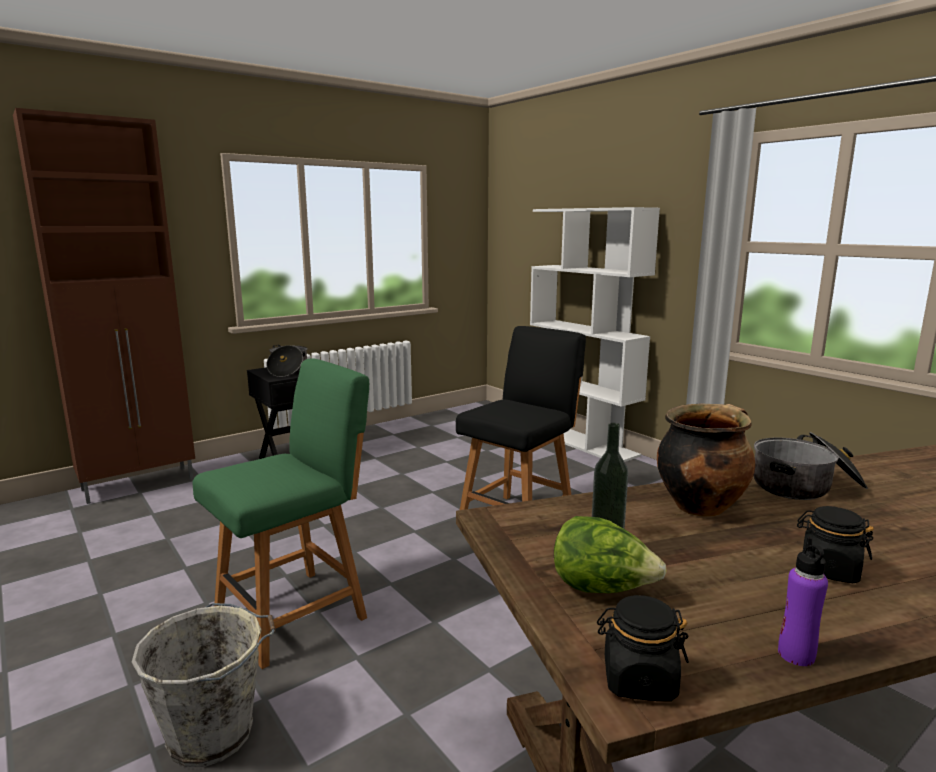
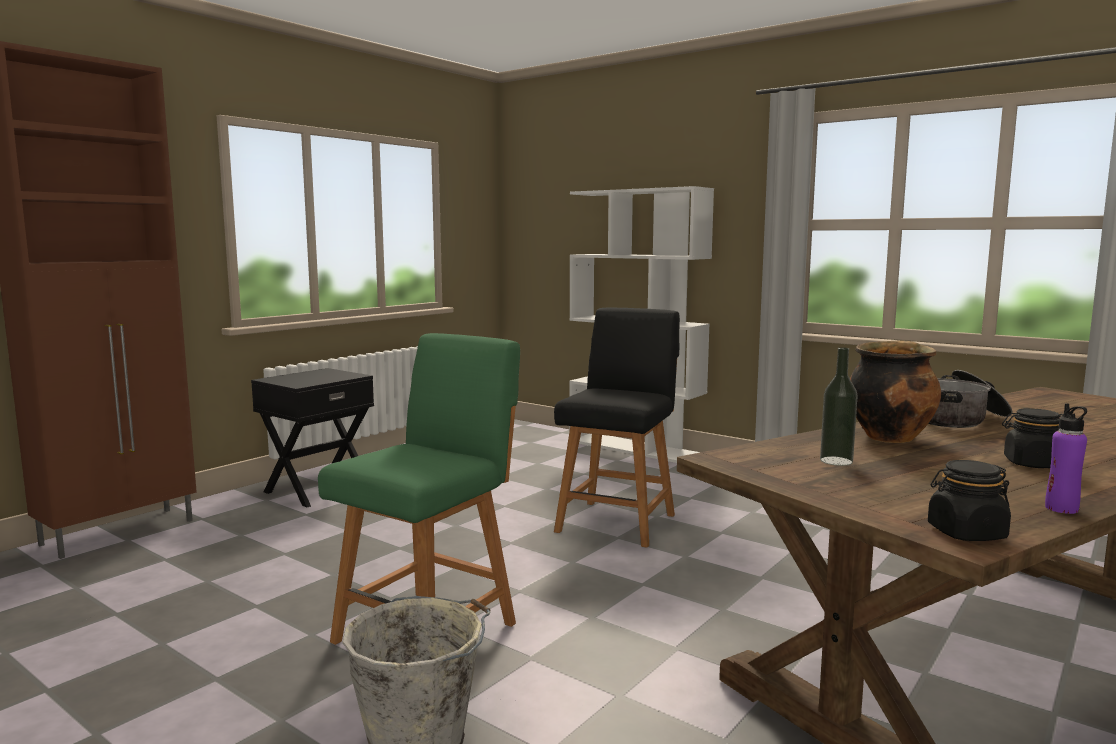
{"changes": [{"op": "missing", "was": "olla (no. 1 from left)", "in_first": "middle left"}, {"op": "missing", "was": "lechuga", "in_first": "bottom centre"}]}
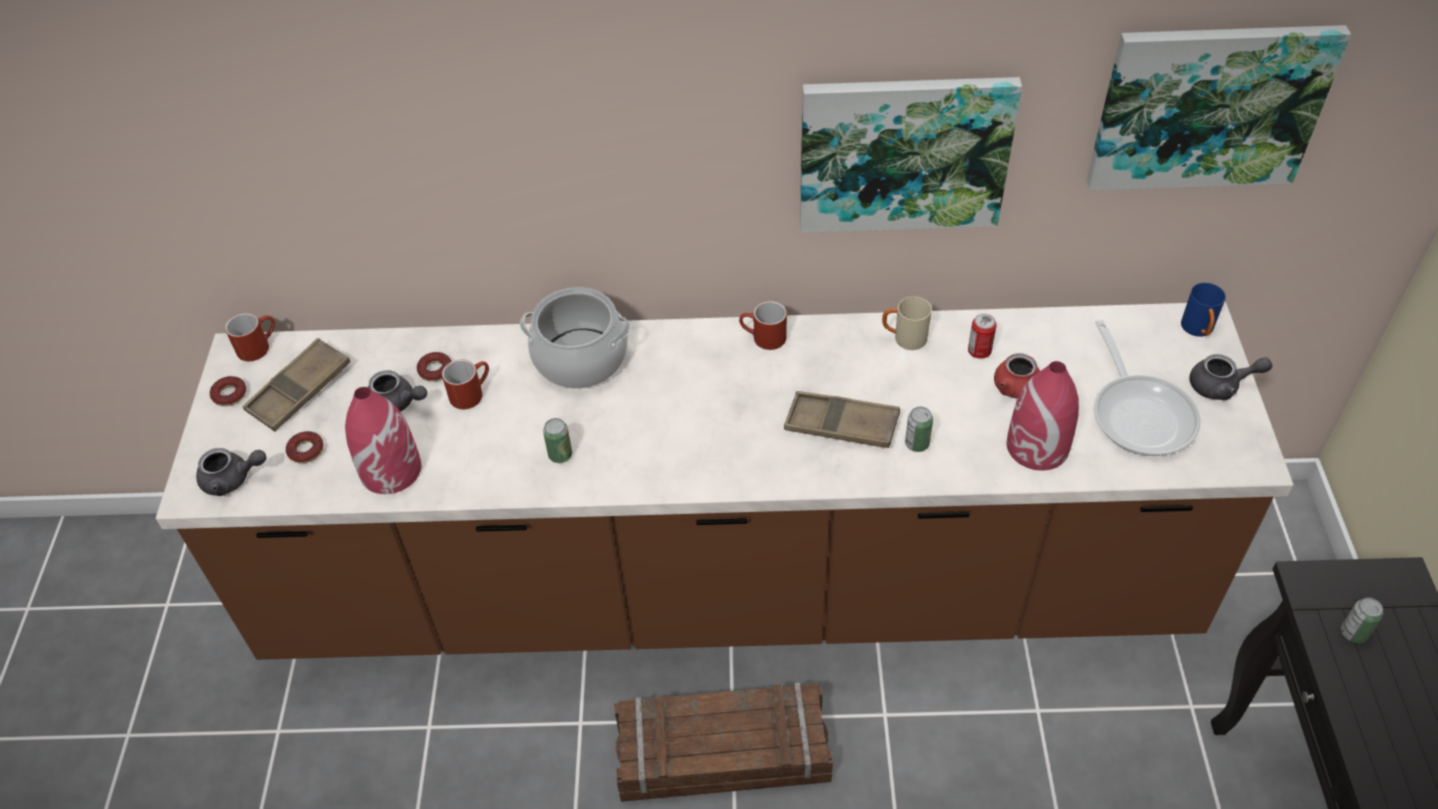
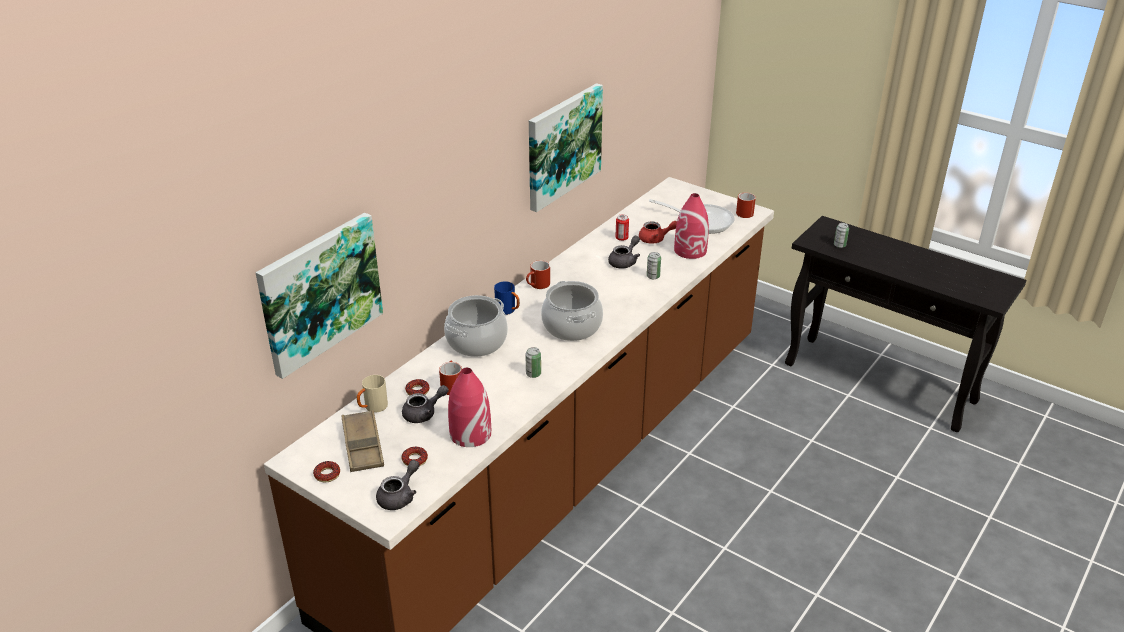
{"changes": [{"op": "relocated", "was": "taza grande/rojo (no. 1 from left in the first image)", "now": "taza grande/rojo (no. 3 from left)", "in_first": "middle left", "in_second": "top centre"}, {"op": "missing", "was": "caja de embalaje", "in_first": "bottom centre"}, {"op": "missing", "was": "bandeja/marrón (no. 2 from left)", "in_first": "centre"}, {"op": "relocated", "was": "taza grande/beis", "in_first": "centre", "in_second": "middle left"}, {"op": "relocated", "was": "cuadro (no. 2 from left in the first image)", "now": "cuadro (no. 1 from left)", "in_first": "top right", "in_second": "middle left"}, {"op": "relocated", "was": "taza grande/azul", "in_first": "middle right", "in_second": "centre"}, {"op": "relocated", "was": "tetera/gris (no. 3 from left)", "in_first": "middle right", "in_second": "centre"}, {"op": "appeared", "now": "olla (no. 2 from left)", "in_second": "centre"}]}
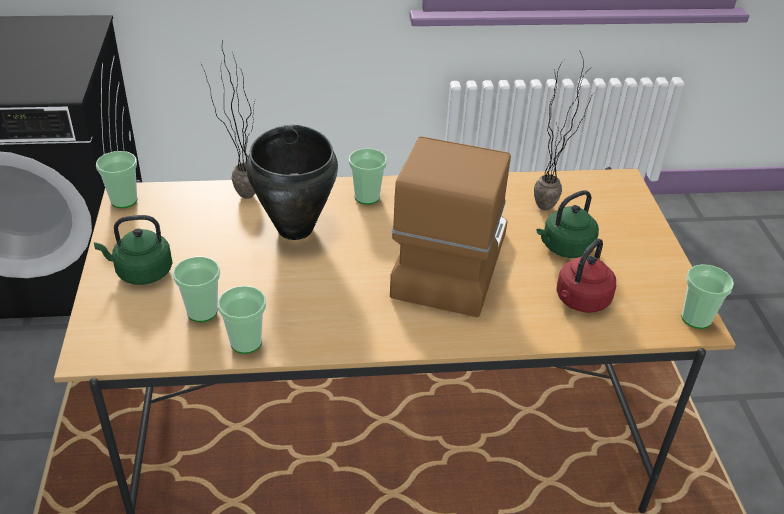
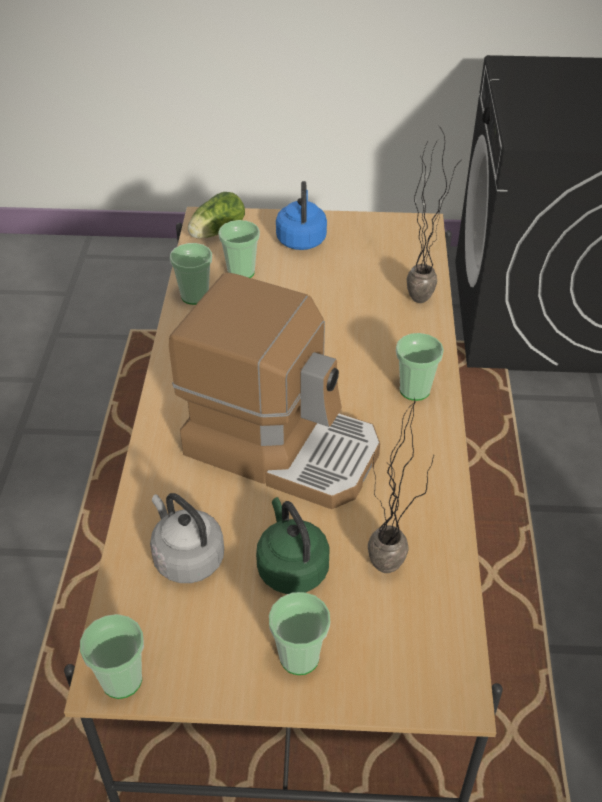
{"changes": [{"op": "colour", "was": "hervidor/verde (no. 1 from left)", "now": "hervidor/azul", "in_first": "middle left", "in_second": "top centre"}, {"op": "relocated", "was": "taza (no. 1 from left in the first image)", "now": "taza (no. 4 from left)", "in_first": "middle left", "in_second": "bottom centre"}, {"op": "missing", "was": "olla/negro", "in_first": "centre"}, {"op": "colour", "was": "hervidor/rojo", "now": "hervidor/gris", "in_first": "middle right", "in_second": "bottom left"}, {"op": "appeared", "now": "lechuga", "in_second": "top centre"}]}
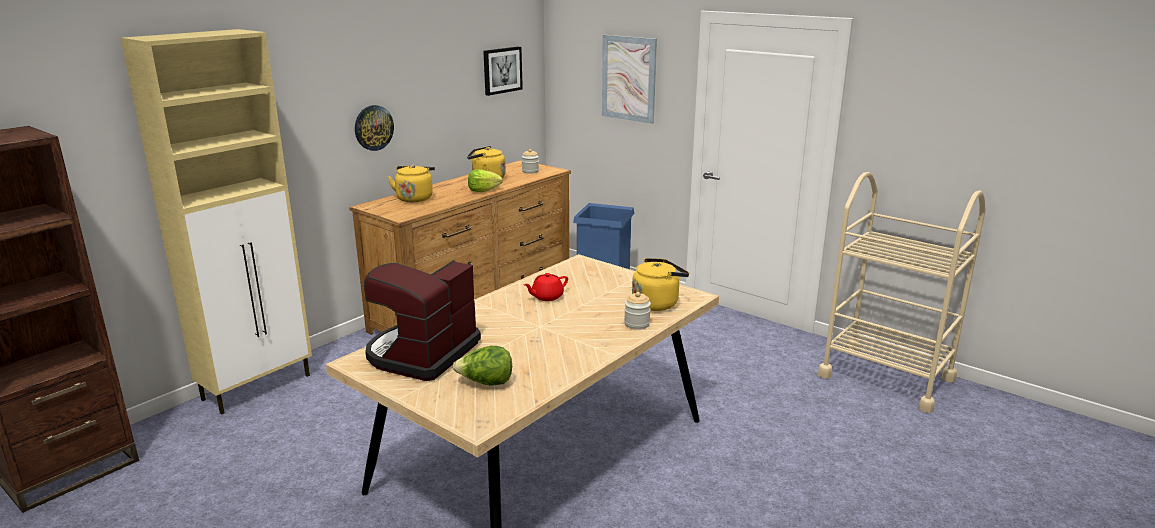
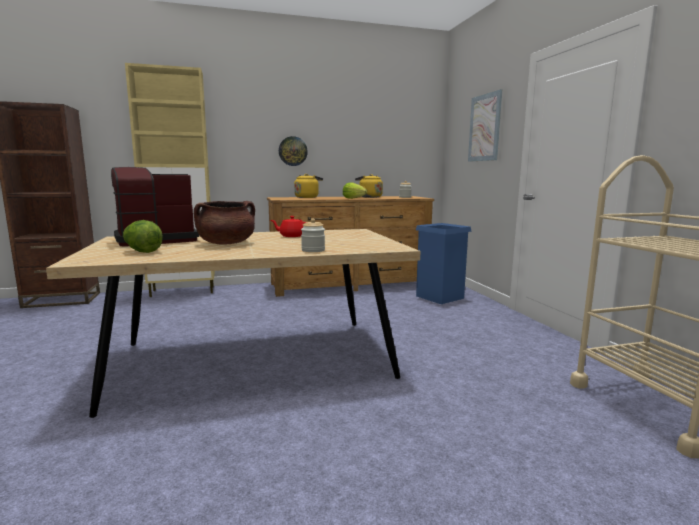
{"changes": [{"op": "missing", "was": "cuadro (no. 1 from left)", "in_first": "top centre"}, {"op": "missing", "was": "hervidor/amarillo (no. 3 from left)", "in_first": "centre"}, {"op": "appeared", "now": "olla/marrón", "in_second": "middle left"}]}
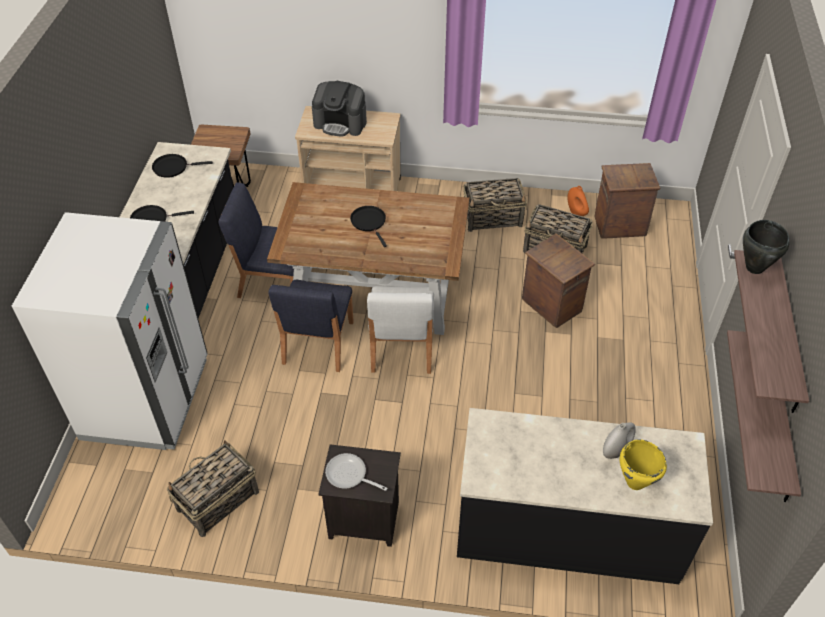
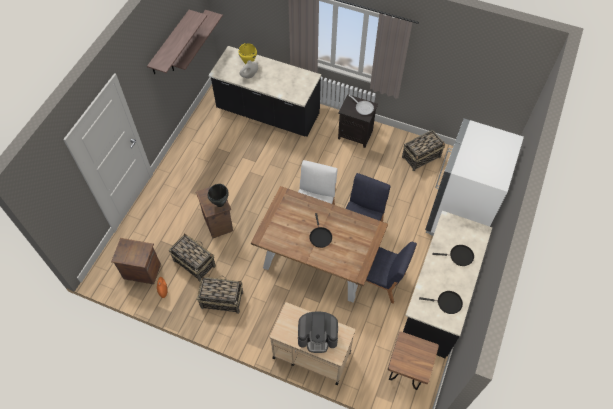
{"changes": [{"op": "spun", "was": "cafetera", "in_first": "top centre", "in_second": "bottom centre", "clockwise": 150}, {"op": "relocated", "was": "olla/negro", "in_first": "middle right", "in_second": "centre"}]}
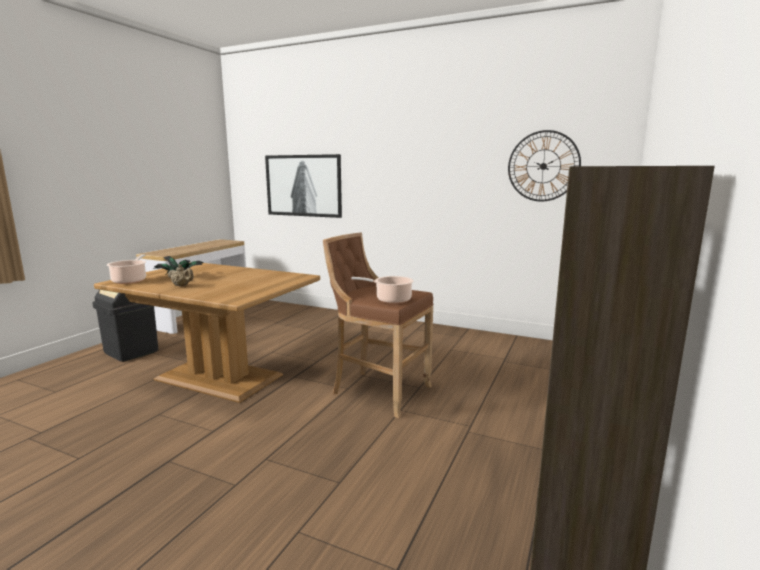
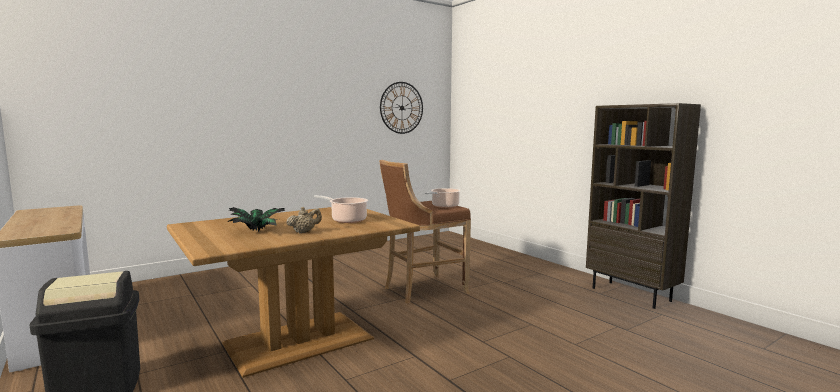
{"changes": [{"op": "relocated", "was": "olla (no. 1 from left)", "in_first": "middle left", "in_second": "centre"}, {"op": "missing", "was": "cuadro", "in_first": "top centre"}]}
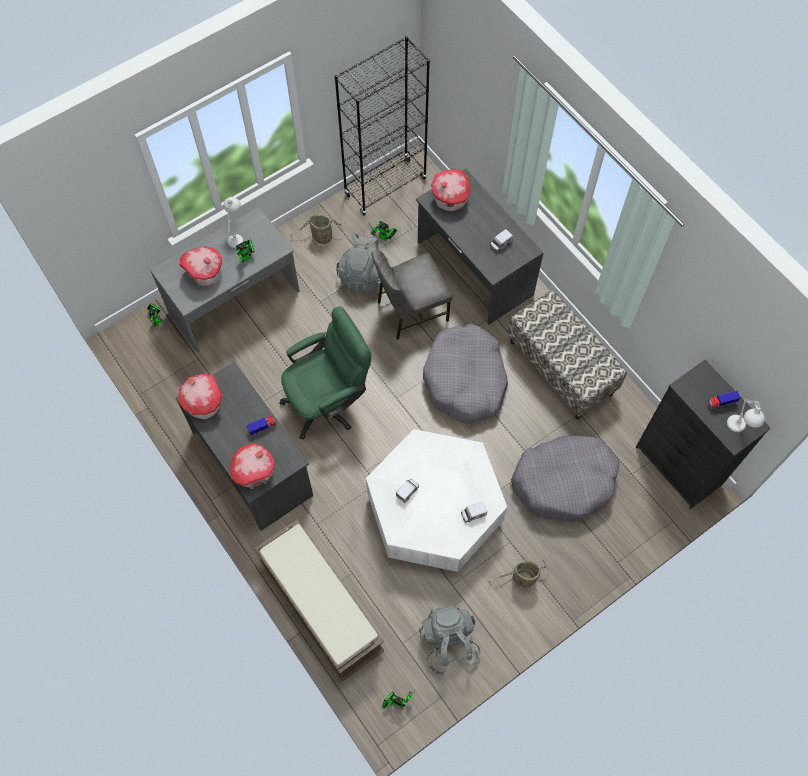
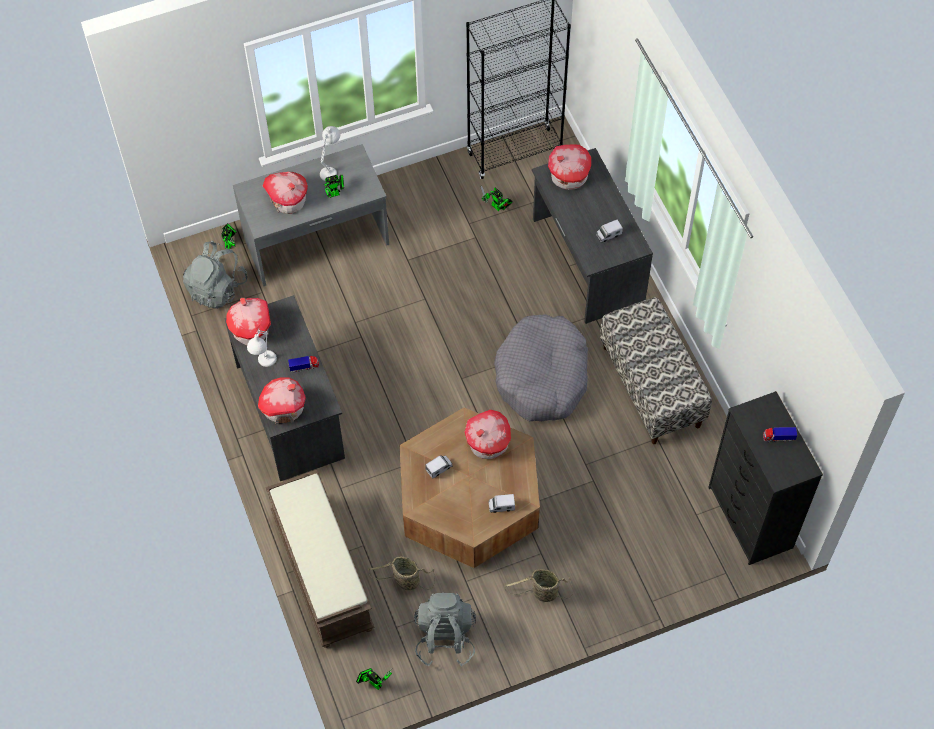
{"changes": [{"op": "missing", "was": "silla de oficina/verde", "in_first": "centre"}, {"op": "relocated", "was": "cesta (no. 1 from left)", "in_first": "top centre", "in_second": "bottom centre"}, {"op": "relocated", "was": "mochila/gris (no. 1 from left)", "in_first": "centre", "in_second": "middle left"}, {"op": "colour", "was": "mesa de centro/blanco", "now": "mesa de centro/marrón", "in_first": "centre", "in_second": "bottom centre"}, {"op": "missing", "was": "silla/gris", "in_first": "centre"}, {"op": "missing", "was": "cama para perro/gris (no. 2 from left)", "in_first": "middle right"}, {"op": "relocated", "was": "lámpara de mesa/blanco (no. 2 from left in the first image)", "now": "lámpara de mesa/blanco (no. 1 from left)", "in_first": "middle right", "in_second": "middle left"}, {"op": "appeared", "now": "casita (no. 4 from left)", "in_second": "centre"}]}
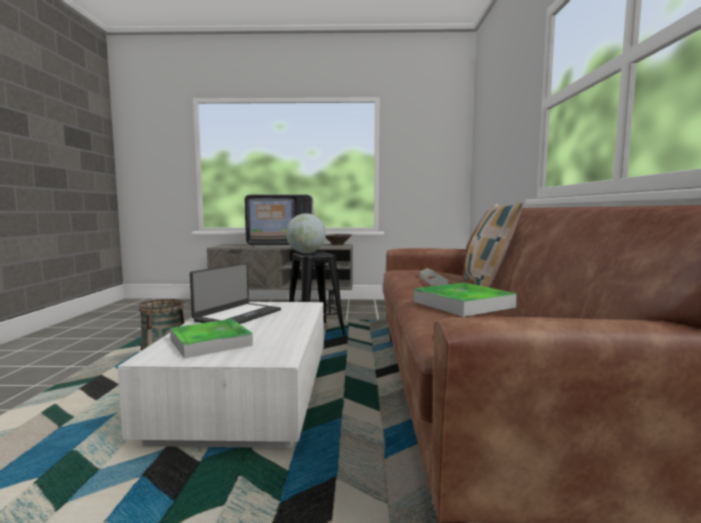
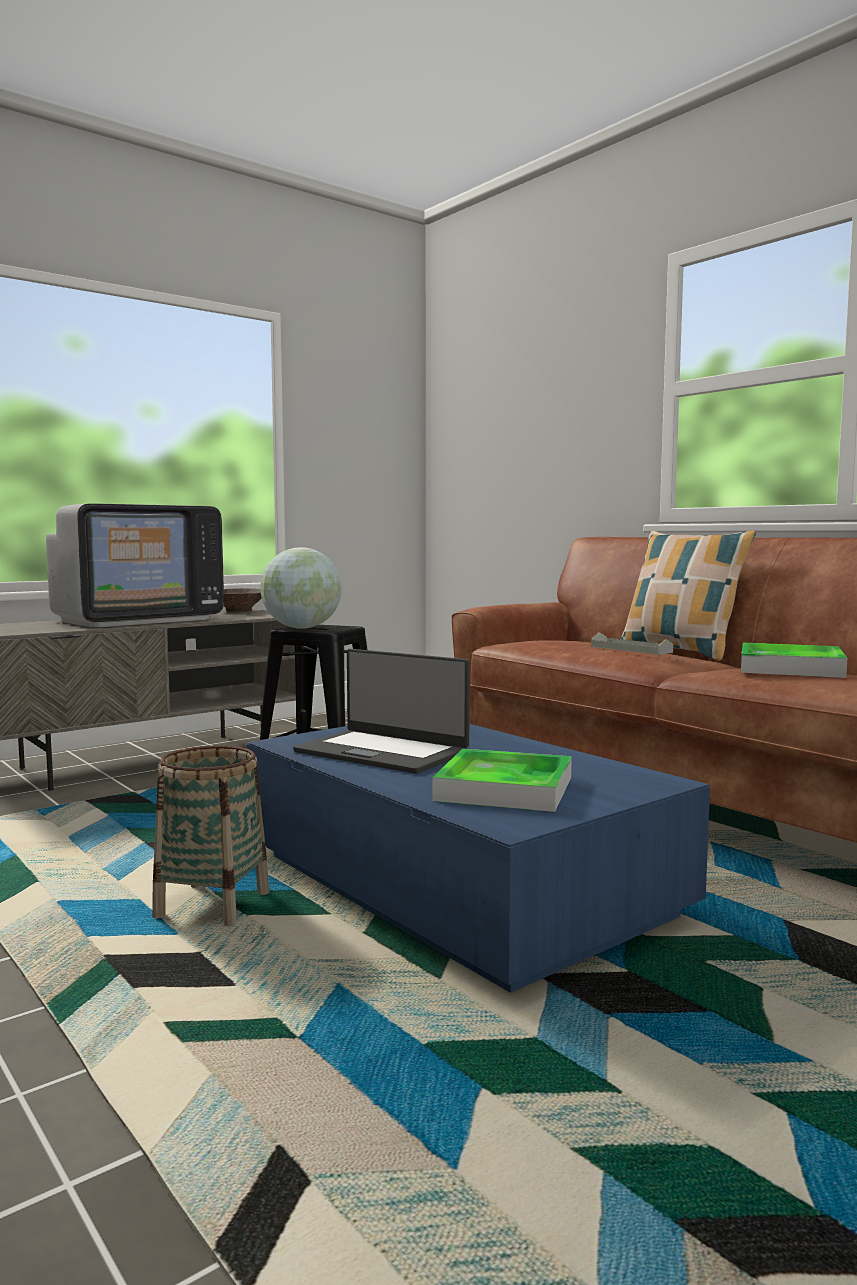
{"changes": [{"op": "colour", "was": "mesa de centro/blanco", "now": "mesa de centro/azul", "in_first": "bottom left", "in_second": "bottom centre"}, {"op": "spun", "was": "portátil", "in_first": "centre", "in_second": "centre", "clockwise": 135}]}
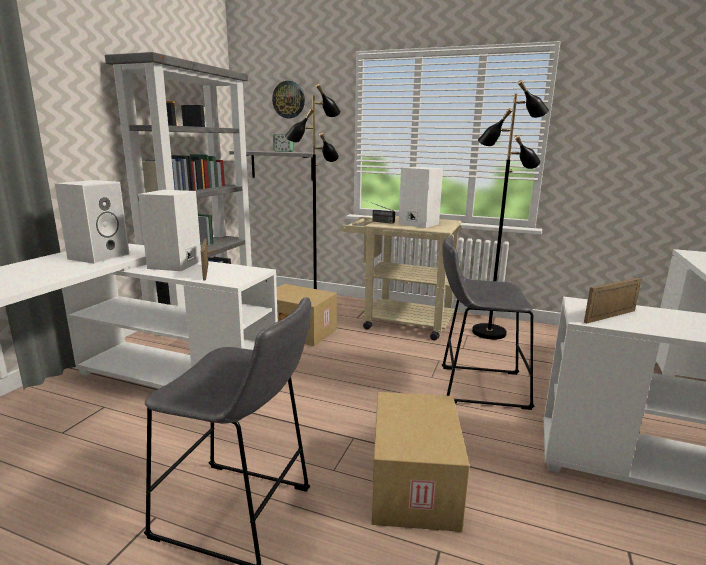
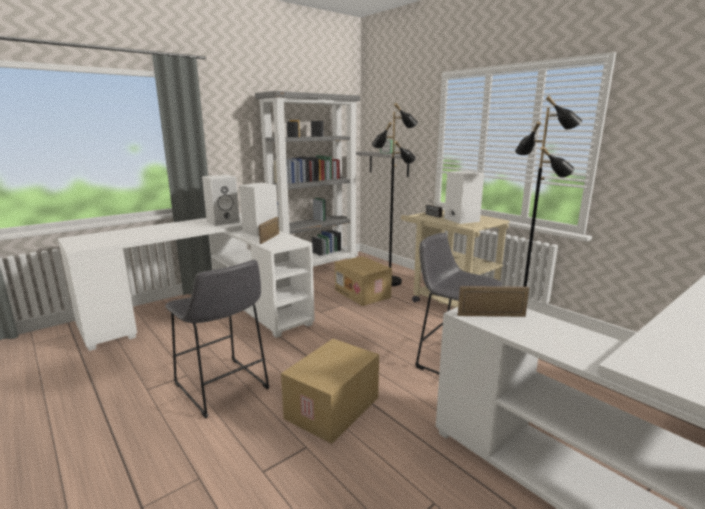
{"changes": [{"op": "missing", "was": "reloj de pared", "in_first": "top centre"}]}
